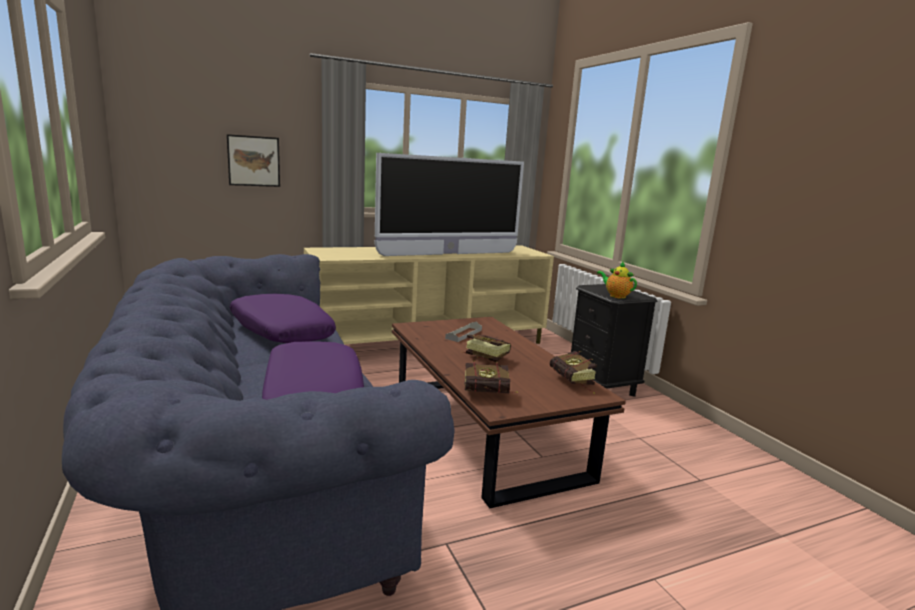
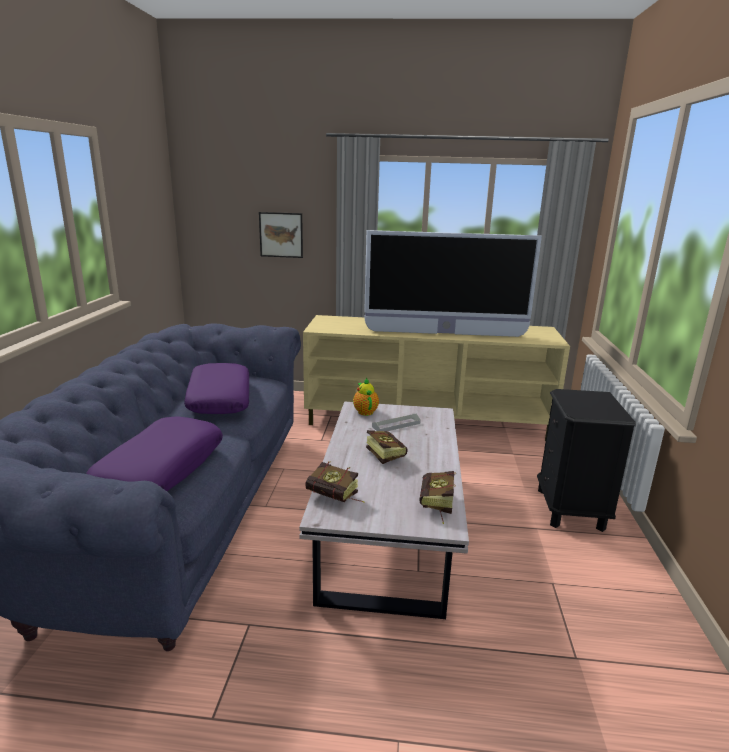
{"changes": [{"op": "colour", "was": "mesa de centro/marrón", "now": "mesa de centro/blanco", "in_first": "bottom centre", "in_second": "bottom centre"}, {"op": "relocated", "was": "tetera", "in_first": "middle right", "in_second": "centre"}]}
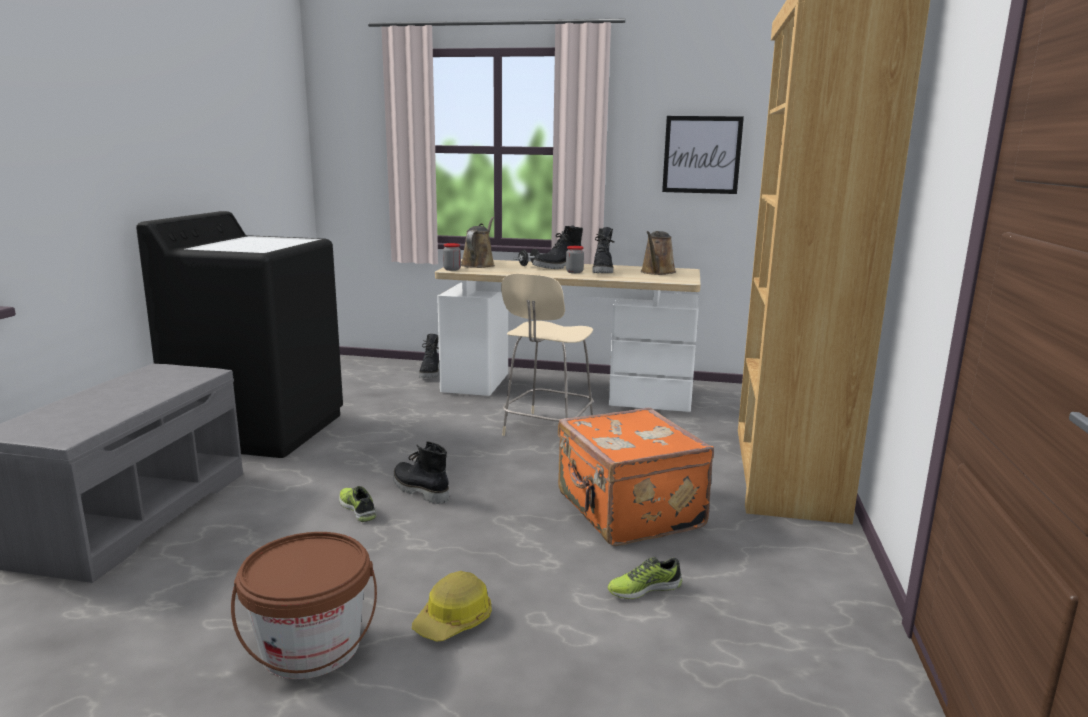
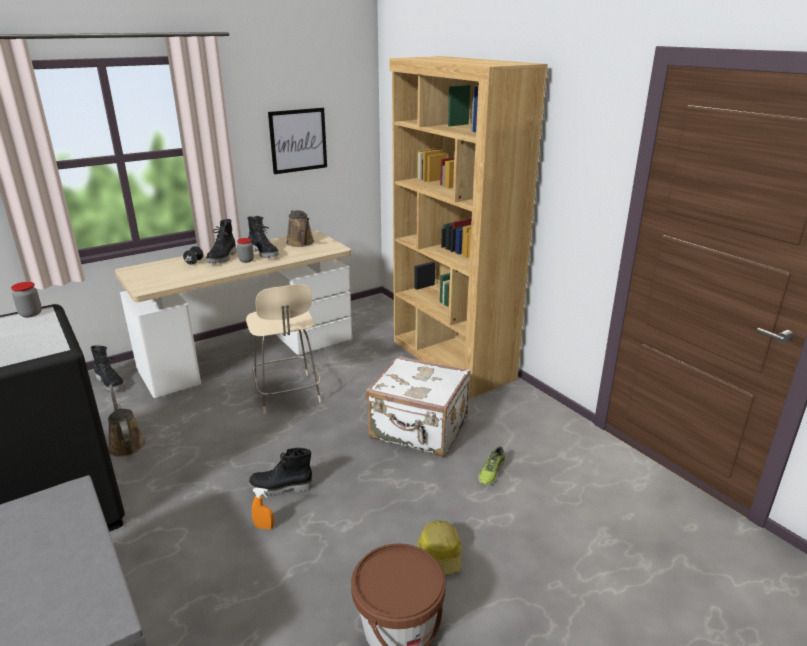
{"changes": [{"op": "exchanged", "was": "zapato (no. 1 from left)", "now": "pulverizador/naranja", "in_first": "bottom left", "in_second": "bottom left"}, {"op": "relocated", "was": "tarro (no. 1 from left)", "in_first": "centre", "in_second": "middle left"}, {"op": "relocated", "was": "regadera/marrón (no. 1 from left)", "in_first": "centre", "in_second": "middle left"}, {"op": "colour", "was": "maleta/naranja", "now": "maleta/blanco", "in_first": "centre", "in_second": "centre"}]}
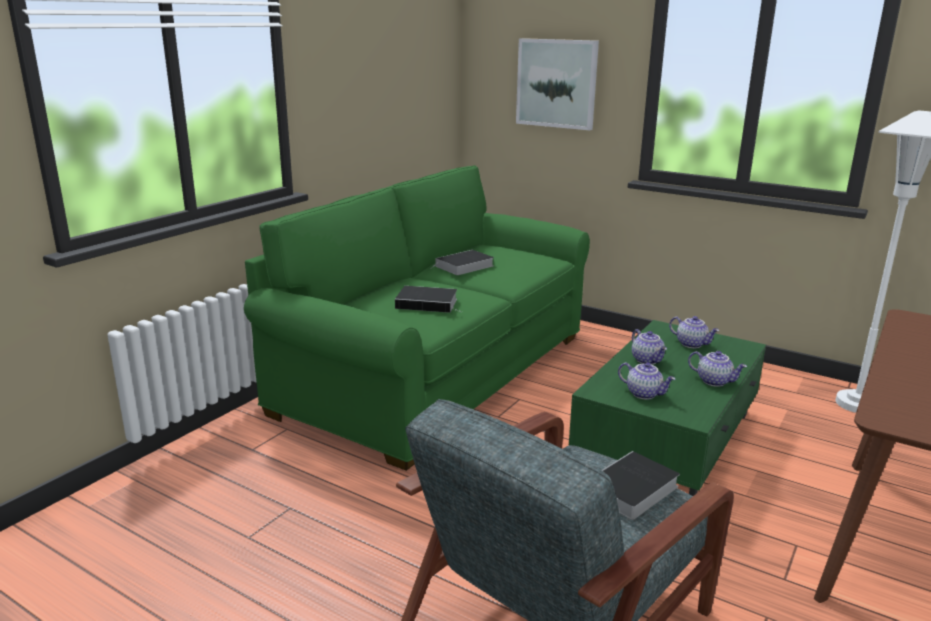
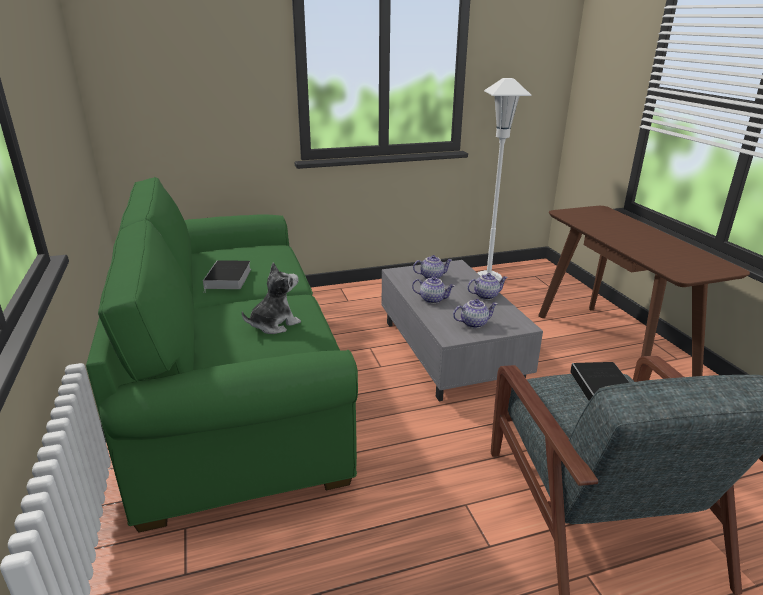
{"changes": [{"op": "exchanged", "was": "libro (no. 1 from left)", "now": "peluche", "in_first": "centre", "in_second": "centre"}, {"op": "missing", "was": "cuadro", "in_first": "top centre"}, {"op": "colour", "was": "mesa de centro/verde", "now": "mesa de centro/gris", "in_first": "middle right", "in_second": "centre"}]}
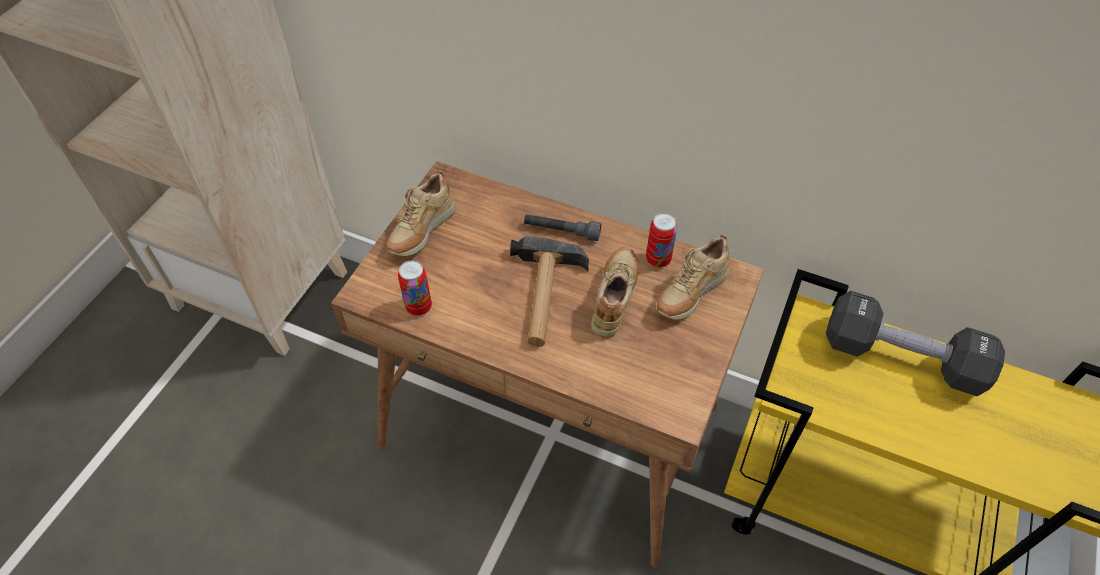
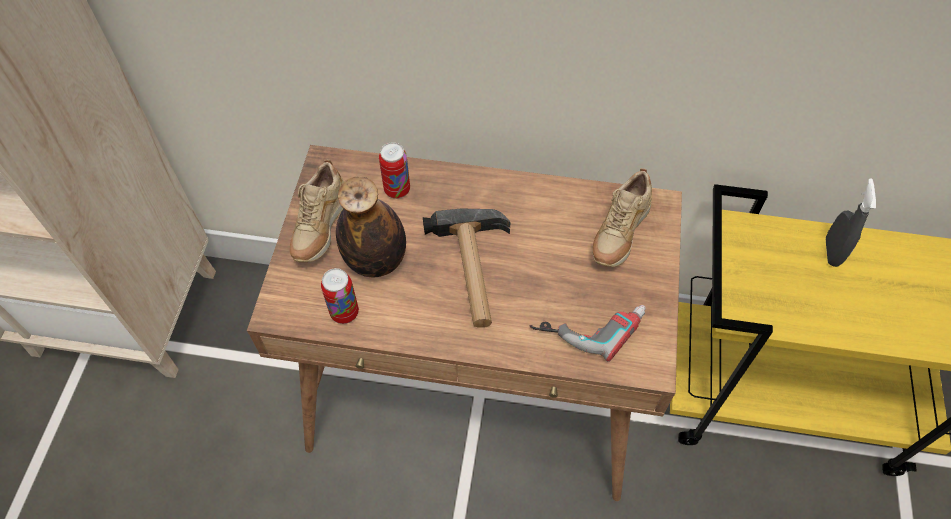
{"changes": [{"op": "missing", "was": "linterna/gris", "in_first": "centre"}, {"op": "missing", "was": "zapato/beis (no. 2 from left)", "in_first": "centre"}, {"op": "relocated", "was": "lata (no. 2 from left)", "in_first": "centre", "in_second": "top centre"}, {"op": "exchanged", "was": "mancuerna/negro", "now": "pulverizador/gris", "in_first": "middle right", "in_second": "middle right"}, {"op": "appeared", "now": "botella", "in_second": "centre"}, {"op": "appeared", "now": "taladro", "in_second": "centre"}]}
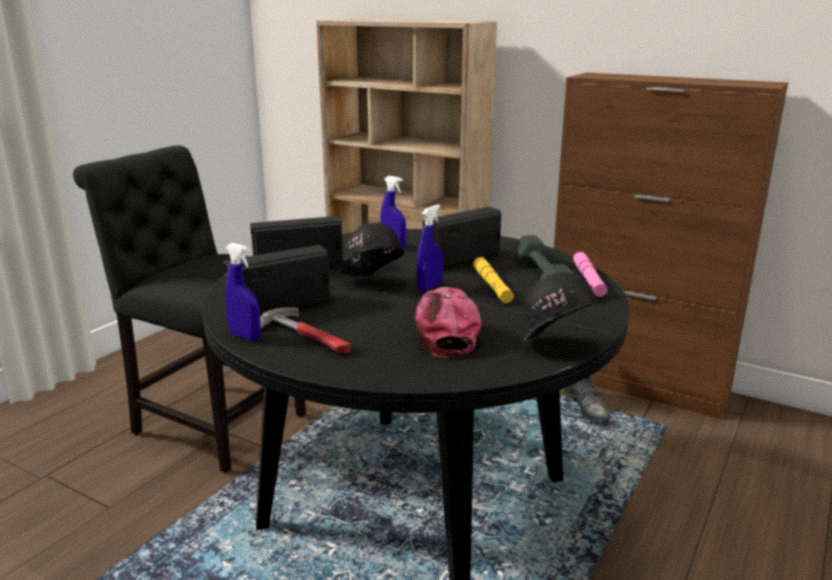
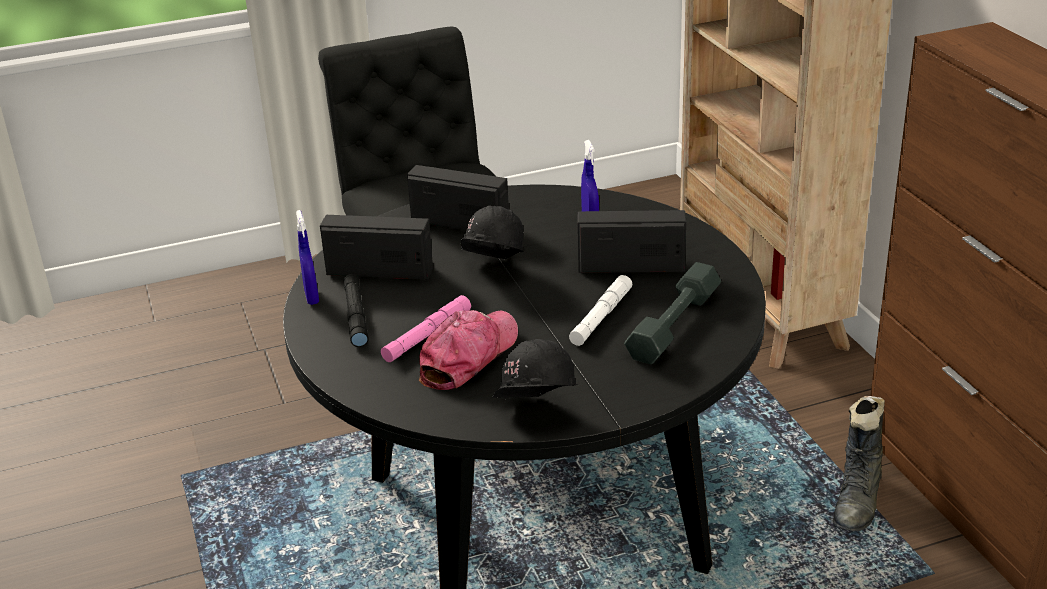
{"changes": [{"op": "exchanged", "was": "martillo", "now": "linterna/negro", "in_first": "centre", "in_second": "centre"}, {"op": "missing", "was": "pulverizador/azul (no. 3 from left)", "in_first": "centre"}, {"op": "colour", "was": "linterna/amarillo", "now": "linterna/blanco", "in_first": "centre", "in_second": "centre"}, {"op": "relocated", "was": "linterna/rosa", "in_first": "middle right", "in_second": "centre"}]}
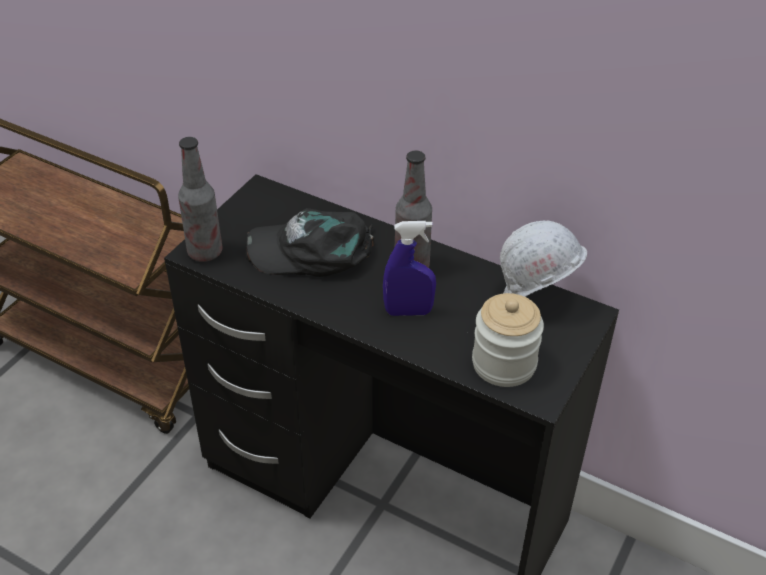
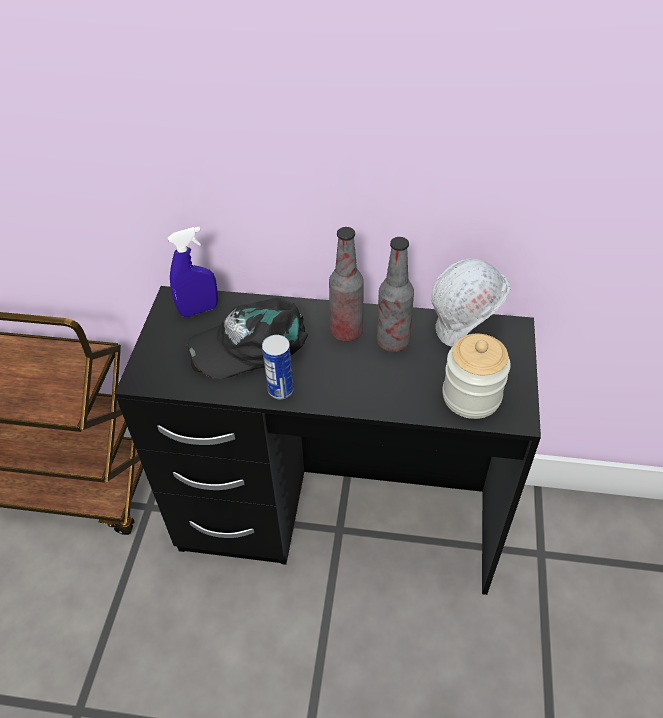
{"changes": [{"op": "relocated", "was": "botella (no. 1 from left in the first image)", "now": "botella (no. 2 from left)", "in_first": "middle left", "in_second": "centre"}, {"op": "relocated", "was": "pulverizador/azul", "in_first": "centre", "in_second": "middle left"}, {"op": "appeared", "now": "lata", "in_second": "centre"}]}
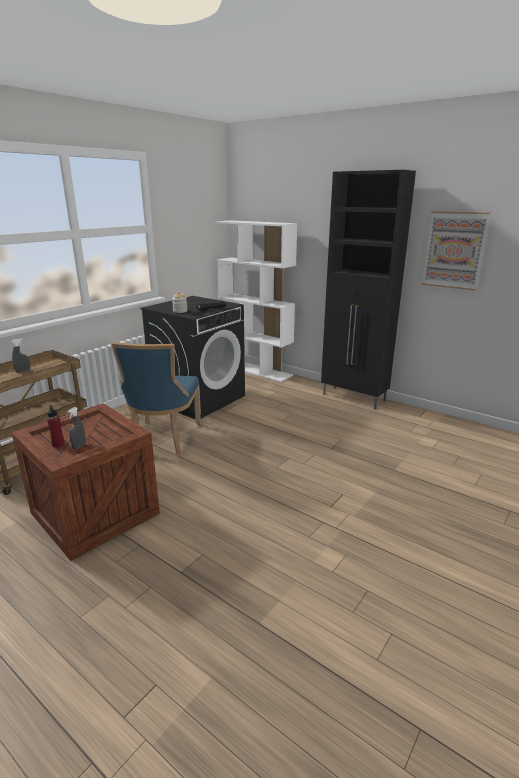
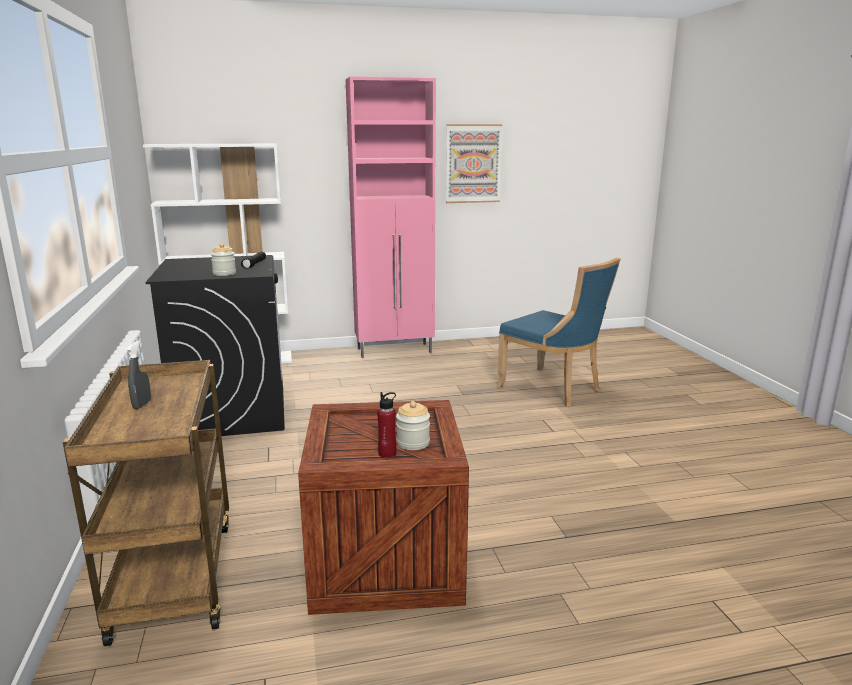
{"changes": [{"op": "exchanged", "was": "pulverizador/gris (no. 2 from left)", "now": "tarro (no. 2 from left)", "in_first": "middle left", "in_second": "centre"}, {"op": "relocated", "was": "silla/azul", "in_first": "middle left", "in_second": "centre"}, {"op": "colour", "was": "armario/negro", "now": "armario/rosa", "in_first": "middle right", "in_second": "top centre"}]}
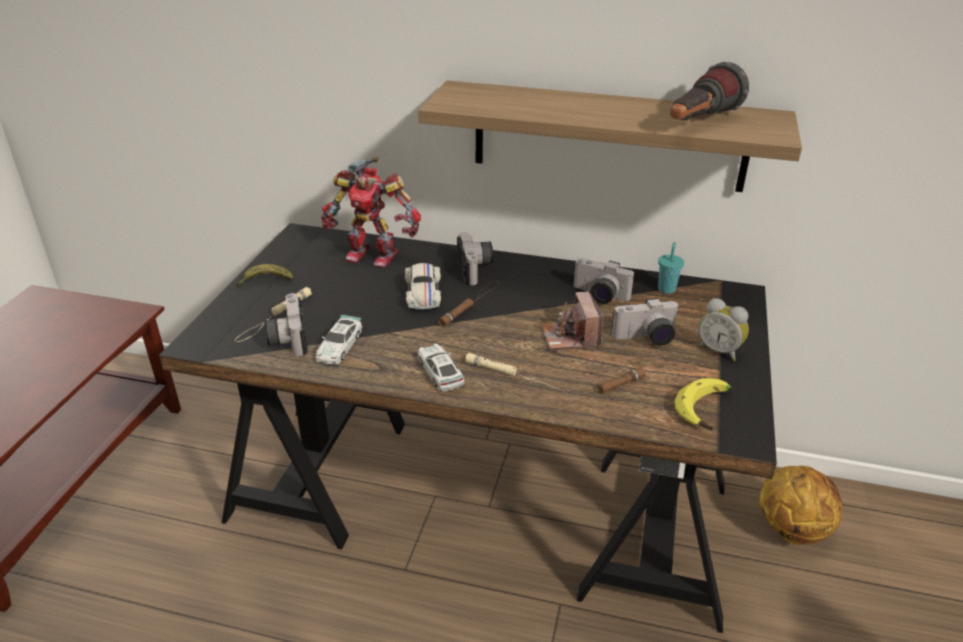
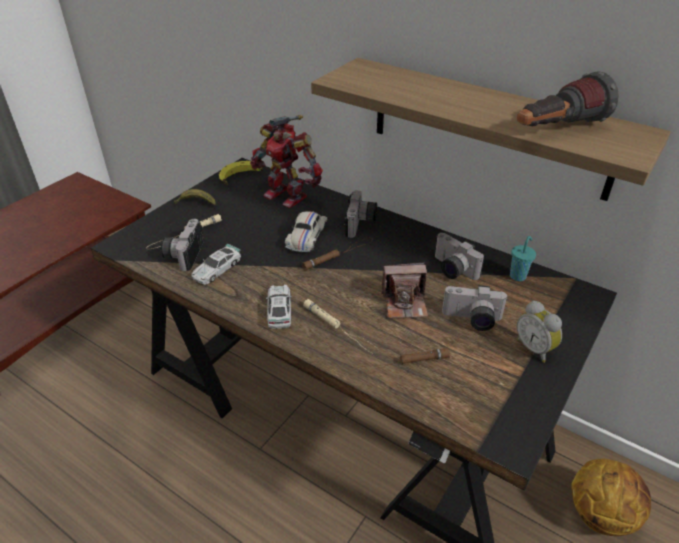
{"changes": [{"op": "spun", "was": "cámara (no. 3 from left)", "in_first": "centre", "in_second": "centre", "clockwise": -105}, {"op": "relocated", "was": "plátano (no. 2 from left)", "in_first": "middle right", "in_second": "top centre"}]}
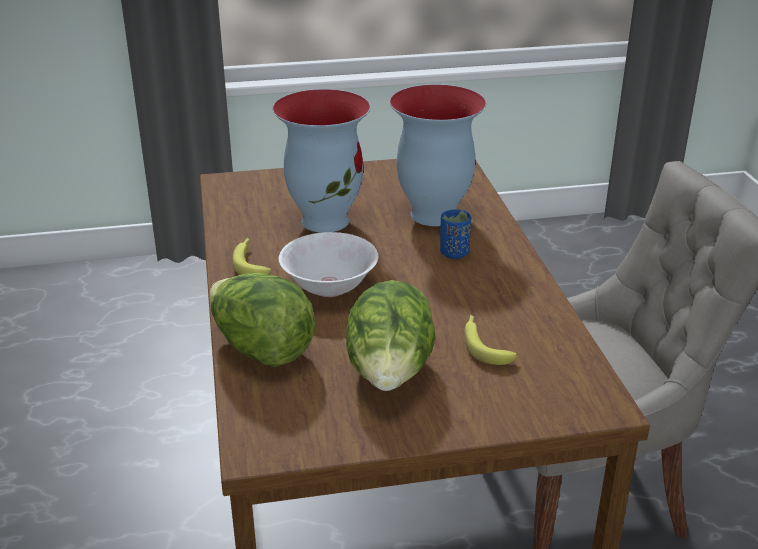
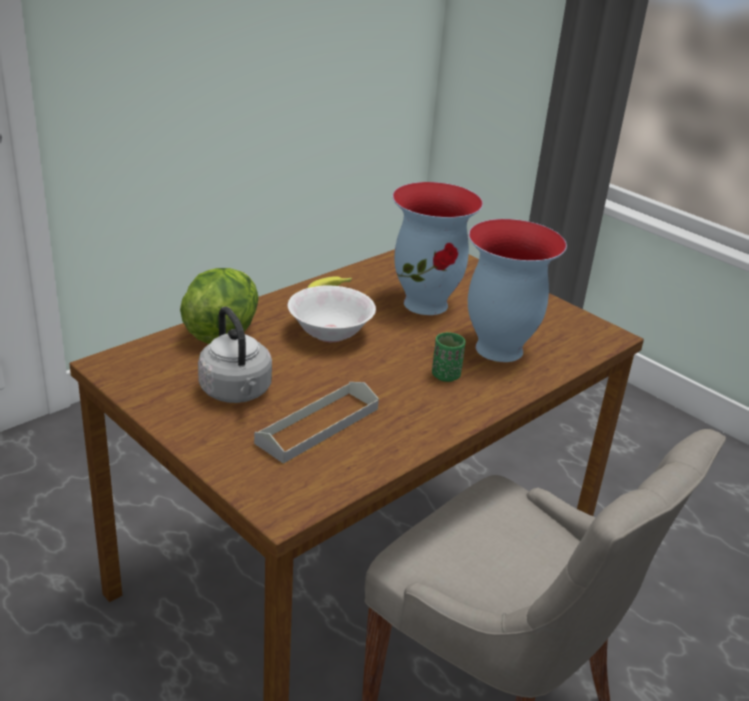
{"changes": [{"op": "exchanged", "was": "lechuga (no. 2 from left)", "now": "hervidor/gris", "in_first": "centre", "in_second": "middle left"}, {"op": "colour", "was": "taza/azul", "now": "taza/verde", "in_first": "centre", "in_second": "centre"}, {"op": "exchanged", "was": "plátano (no. 2 from left)", "now": "bandeja/gris", "in_first": "centre", "in_second": "centre"}]}
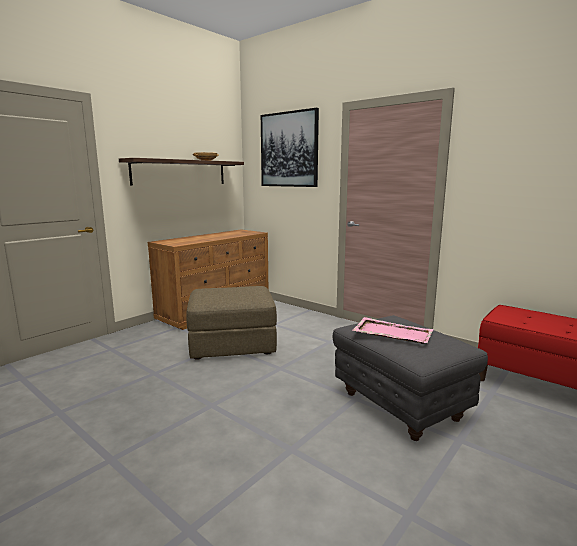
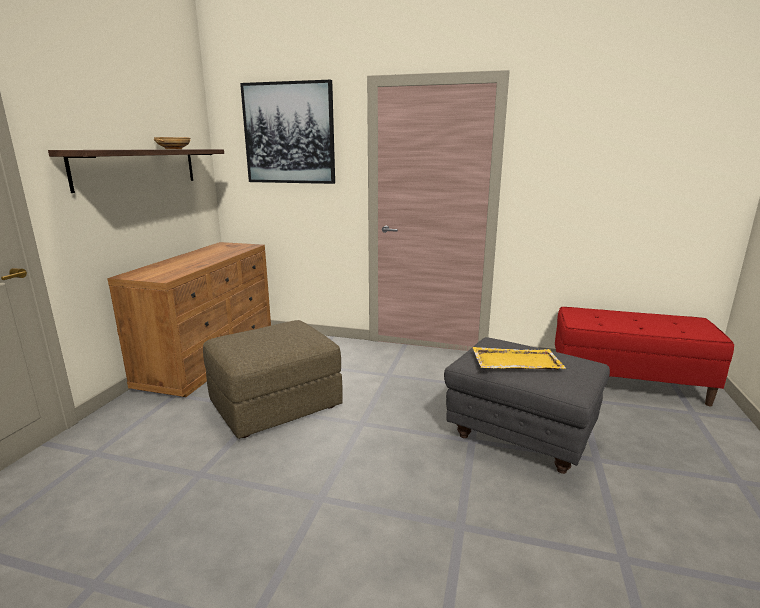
{"changes": [{"op": "colour", "was": "bandeja/rosa", "now": "bandeja/amarillo", "in_first": "middle right", "in_second": "middle right"}]}
